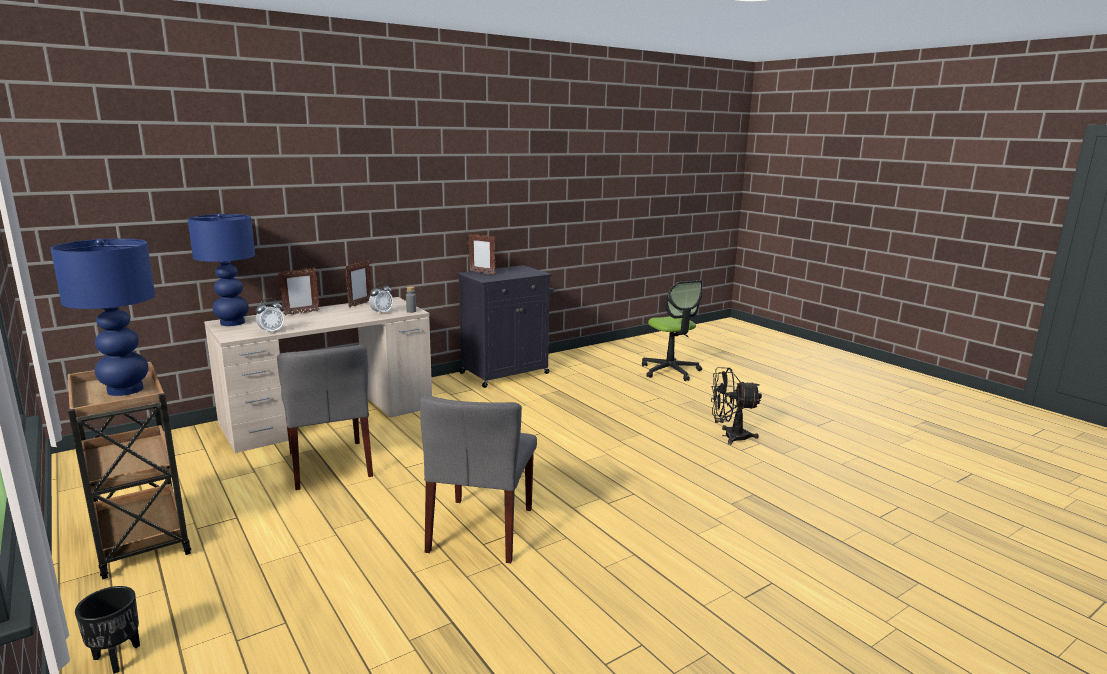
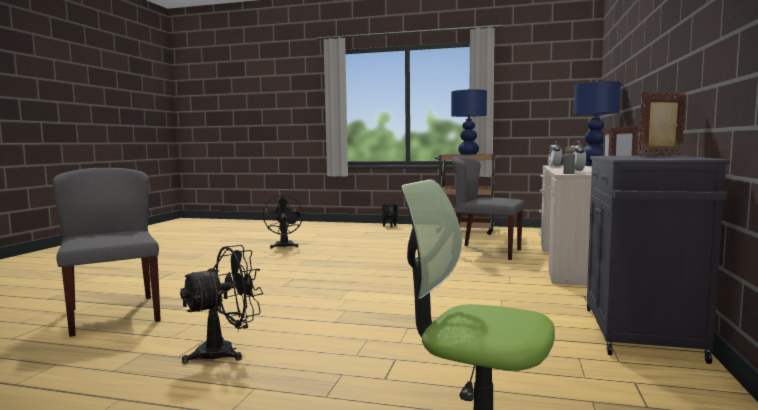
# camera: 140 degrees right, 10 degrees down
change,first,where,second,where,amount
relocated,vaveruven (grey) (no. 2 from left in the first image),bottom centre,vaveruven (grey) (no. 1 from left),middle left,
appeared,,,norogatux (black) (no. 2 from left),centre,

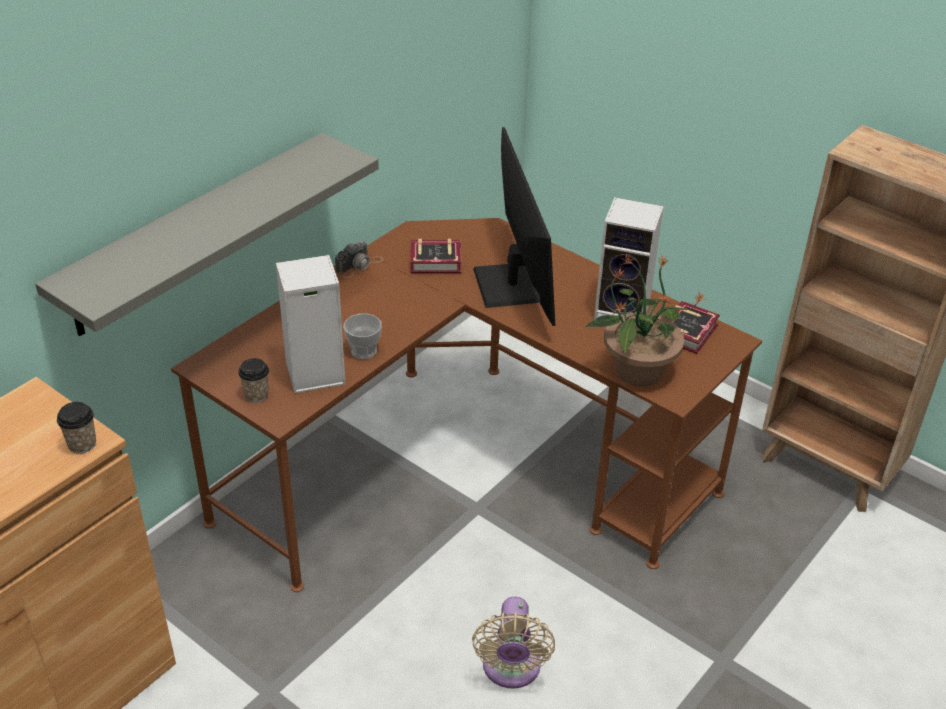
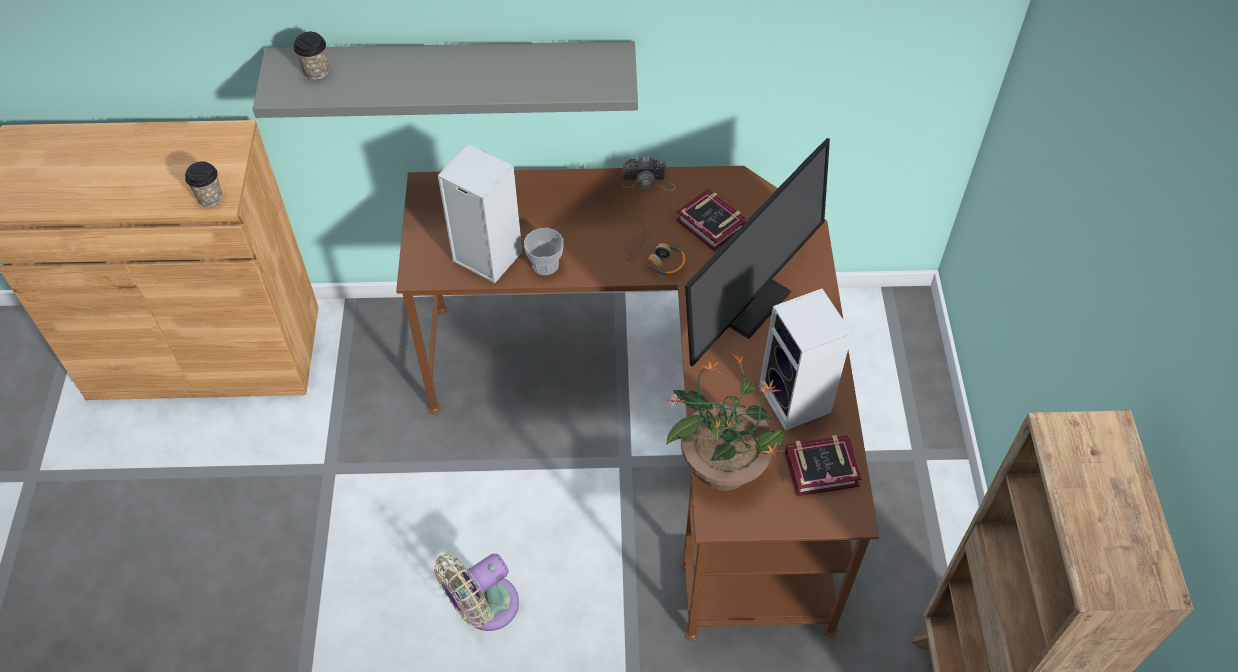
# camera: 50 degrees right, 15 degrees up
change,first,where,second,where,amount
relocated,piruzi (no. 2 from left),middle left,,top left,
appeared,,,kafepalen,centre,

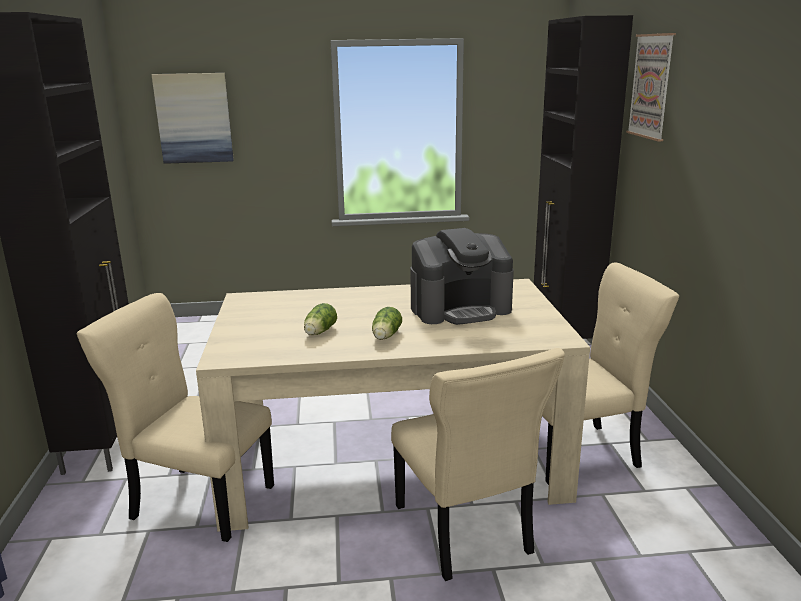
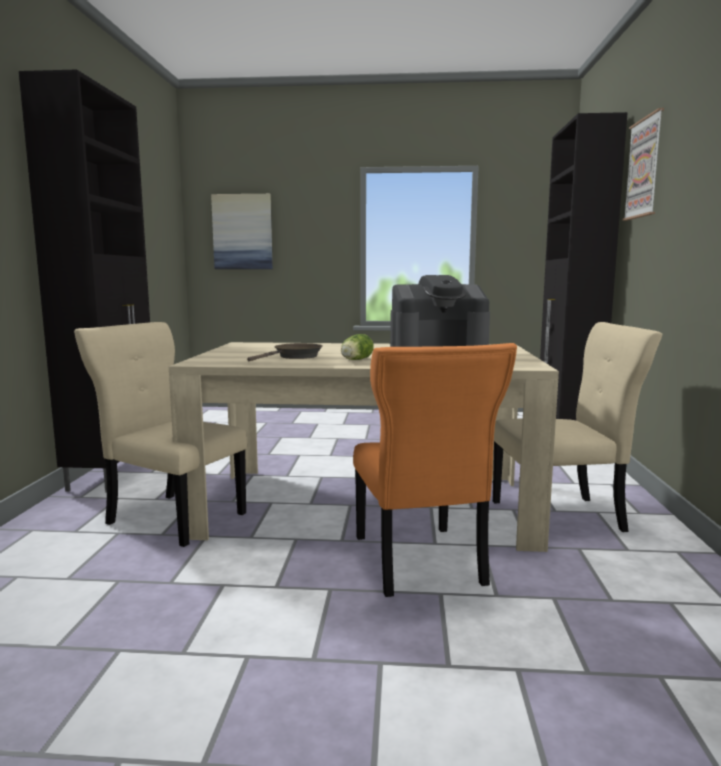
# camera: 10 degrees right, 10 degrees down
change,first,where,second,where,amount
exchanged,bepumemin (no. 1 from left),centre,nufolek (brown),centre,
colour,vaveruven (beige) (no. 2 from left),bottom centre,vaveruven (orange),centre,

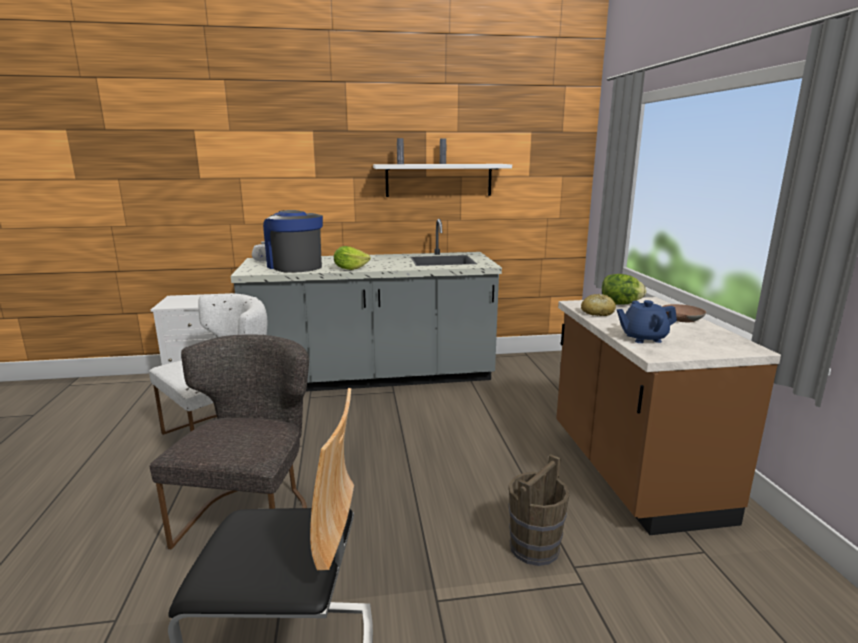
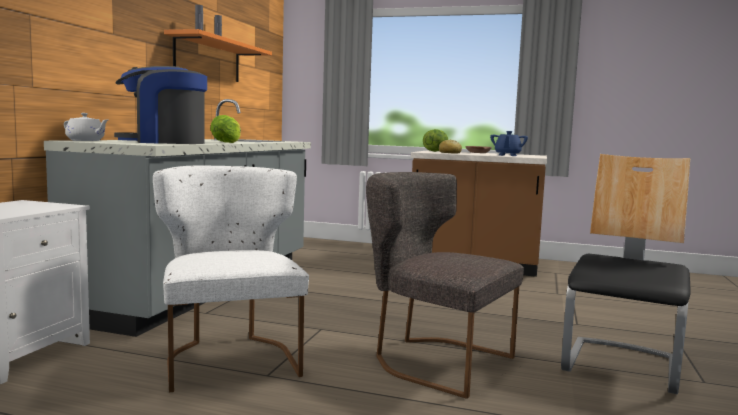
# camera: 65 degrees left, 10 degrees down
change,first,where,second,where,amount
colour,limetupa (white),top centre,limetupa (orange),top left,
missing,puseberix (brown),bottom centre,,,

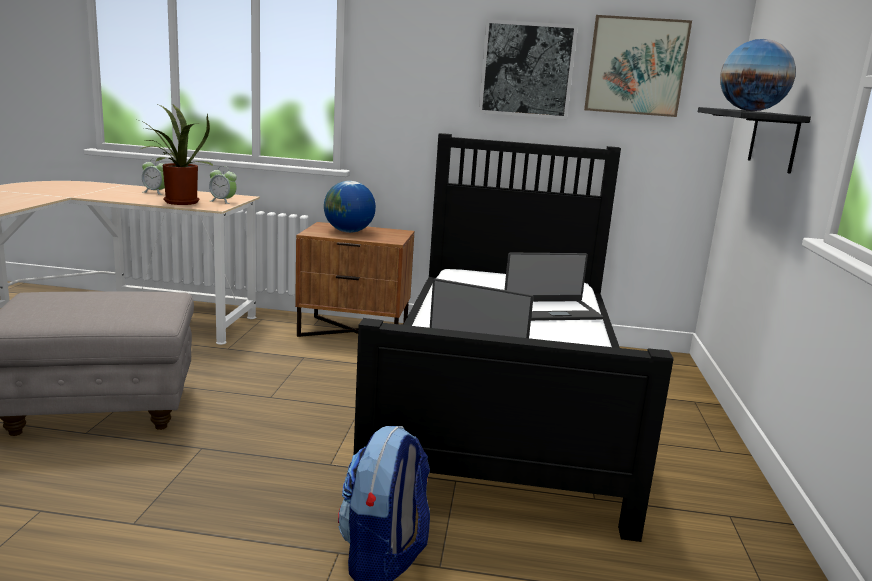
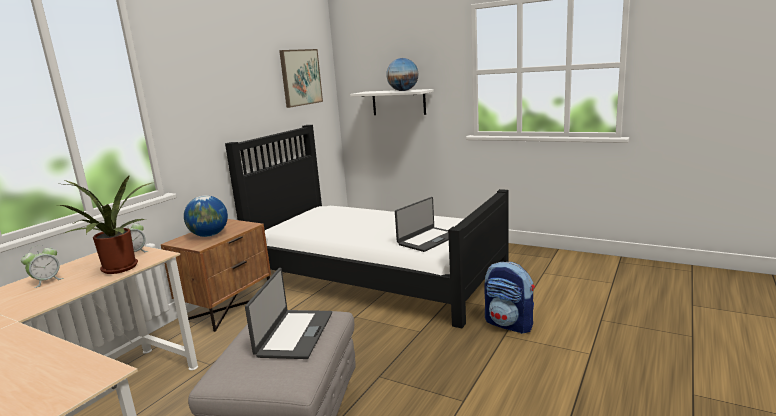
# camera: 65 degrees left, 0 degrees up
change,first,where,second,where,amount
missing,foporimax (no. 1 from left),top centre,,,
relocated,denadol (no. 2 from left in the first image),centre,denadol (no. 1 from left),bottom centre,
colour,limetupa (black),top right,limetupa (white),top centre,

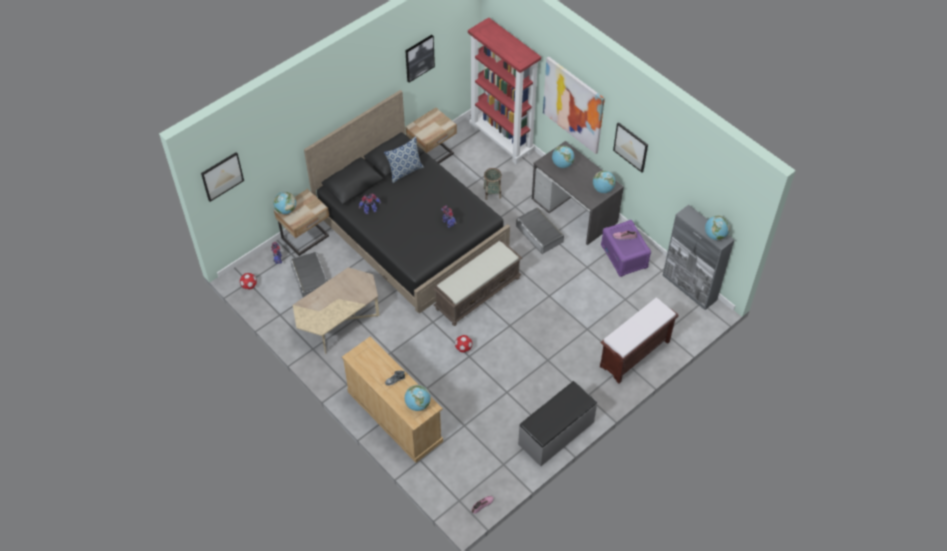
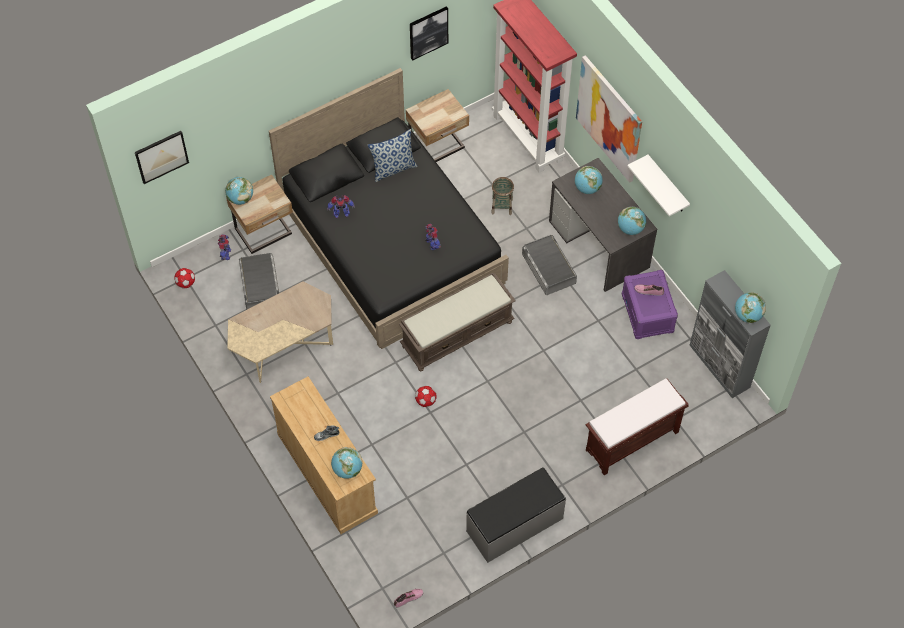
# camera: 10 degrees right, 5 degrees up
change,first,where,second,where,amount
exchanged,foporimax (no. 4 from left),top centre,limetupa (white),top right,

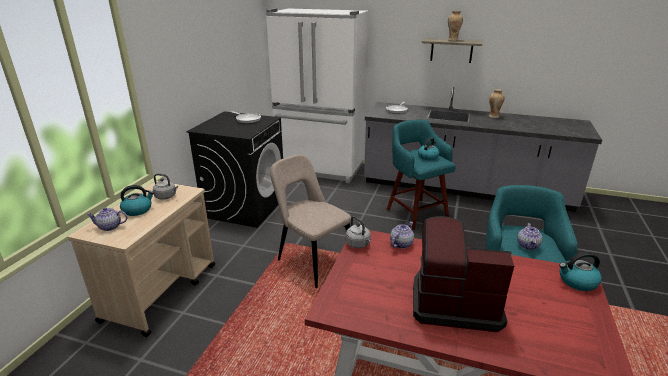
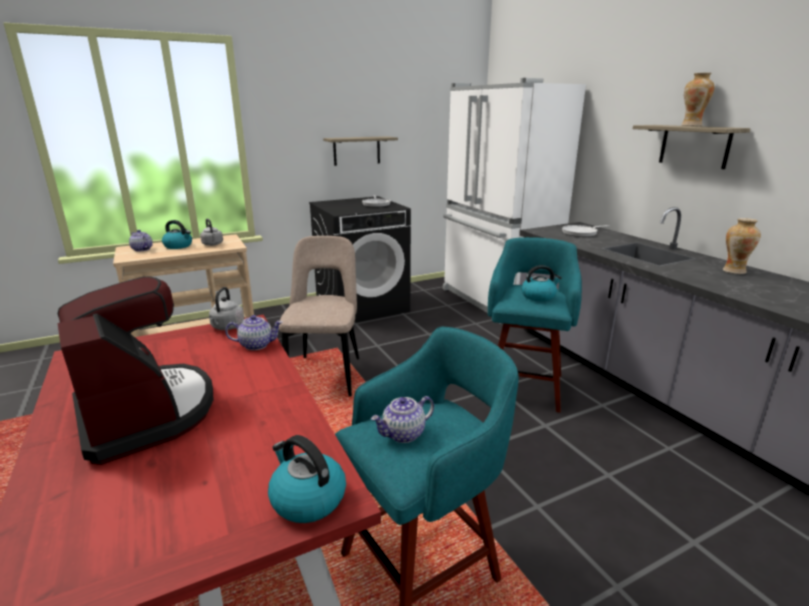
# camera: 45 degrees right, 5 degrees down
change,first,where,second,where,amount
appeared,,,limetupa (no. 1 from left),top centre,

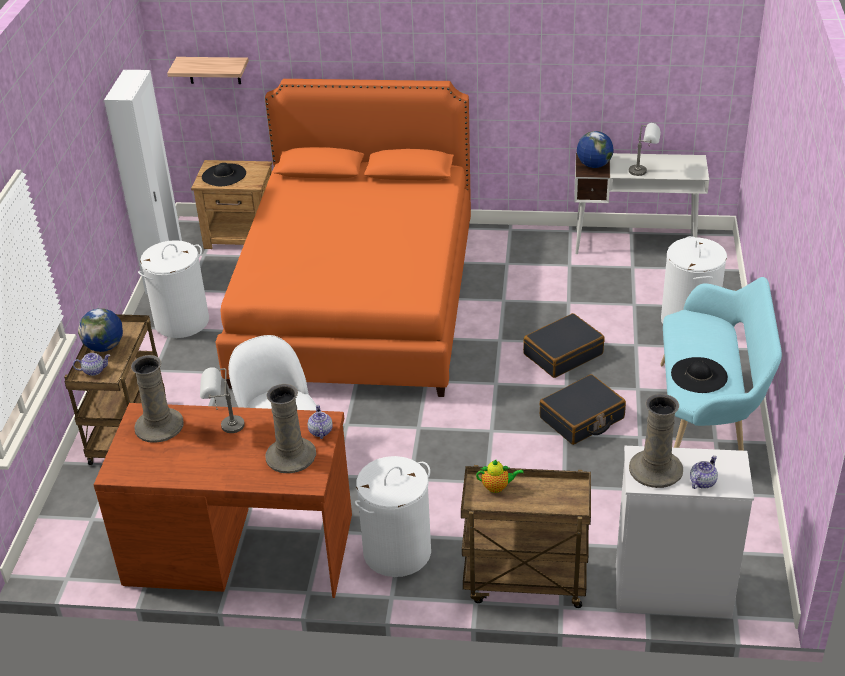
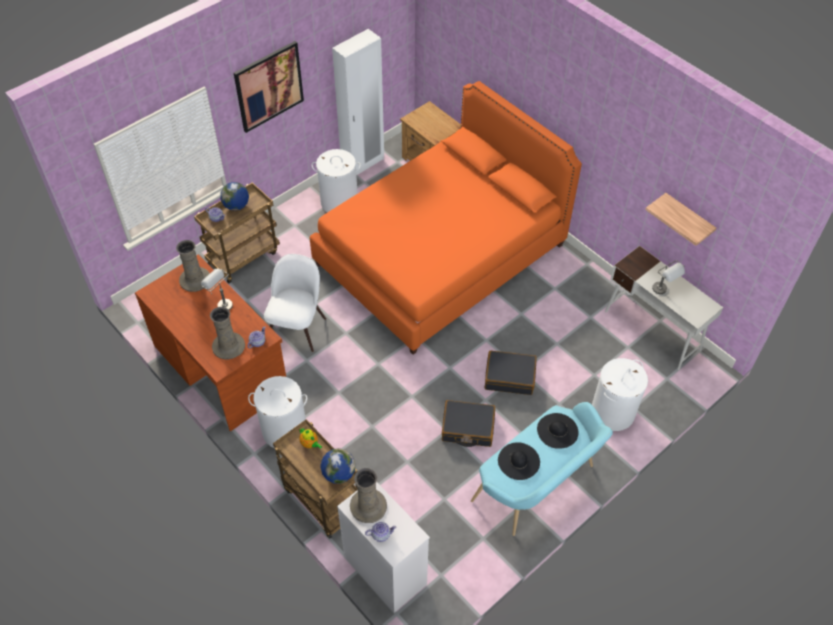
# camera: 40 degrees right, 15 degrees up
change,first,where,second,where,amount
relocated,limetupa,top left,,middle right,
relocated,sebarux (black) (no. 1 from left in the first image),top left,sebarux (black) (no. 2 from left),bottom right,
relocated,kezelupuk (no. 2 from left),top right,,bottom centre,
appeared,,,foporimax,top left,

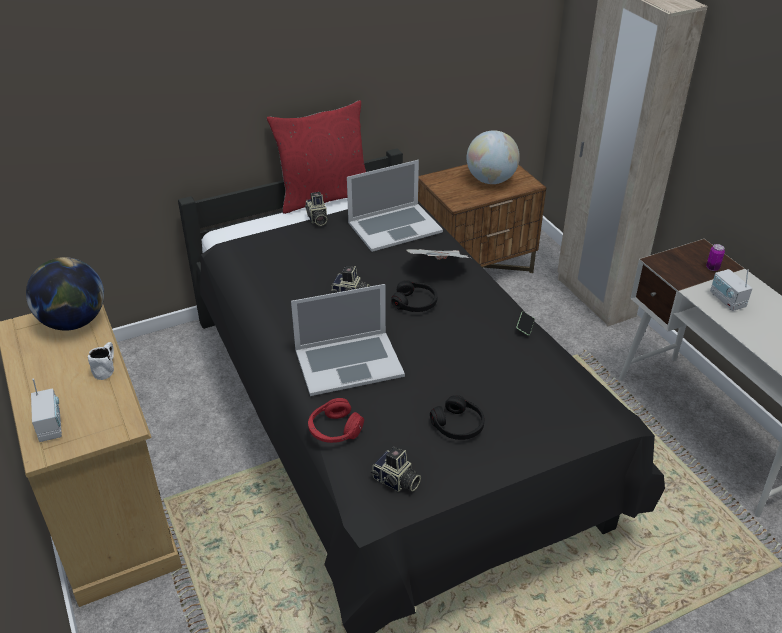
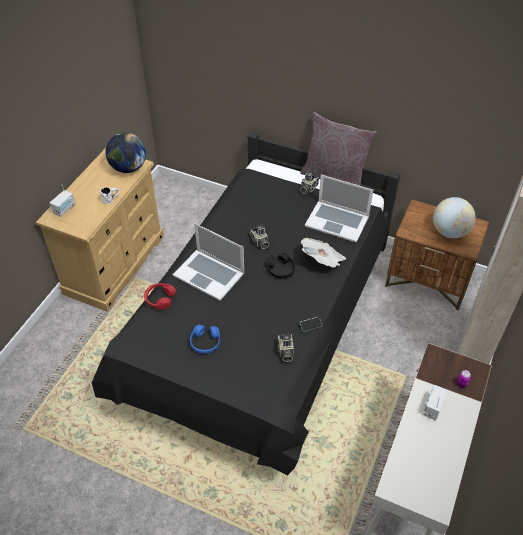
# camera: 50 degrees right, 10 degrees up
change,first,where,second,where,amount
colour,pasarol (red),top centre,pasarol (grey),top centre,
relocated,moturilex (no. 3 from left in the first image),bottom centre,moturilex (no. 2 from left),centre,
colour,kafepalen (black) (no. 2 from left),centre,kafepalen (blue),centre,

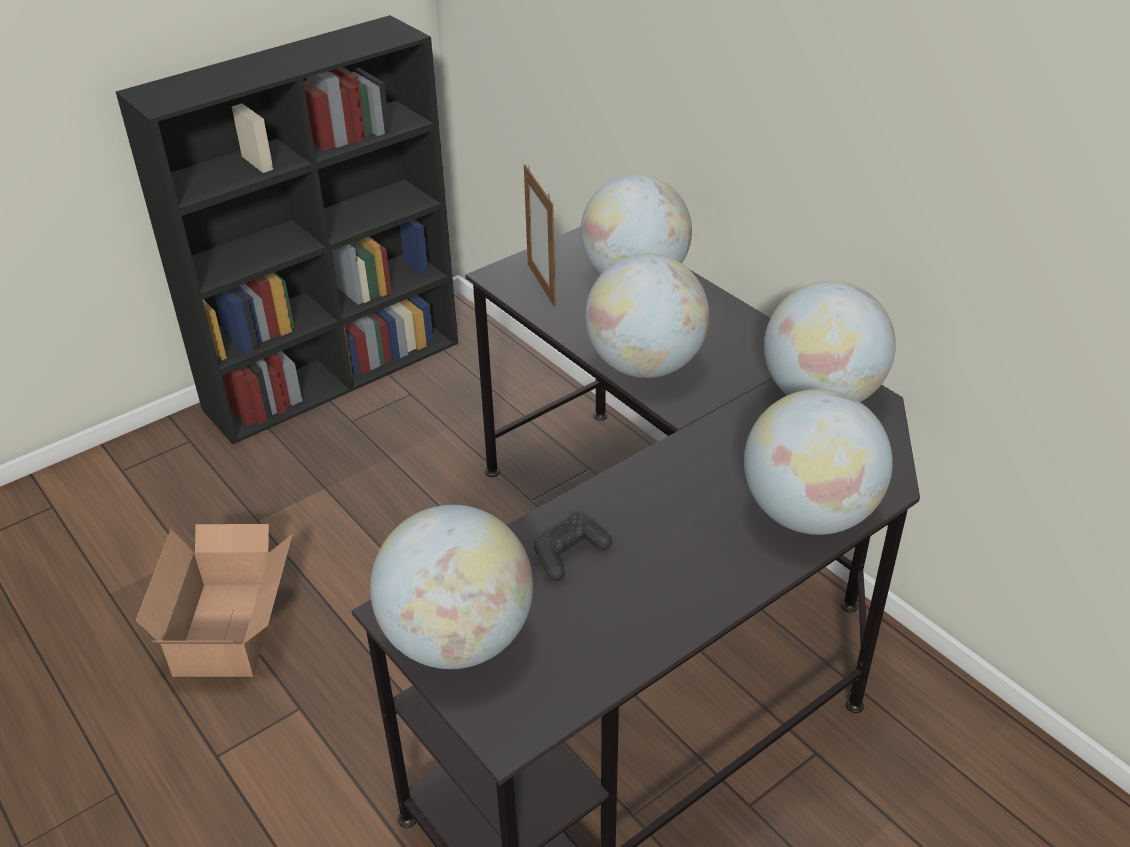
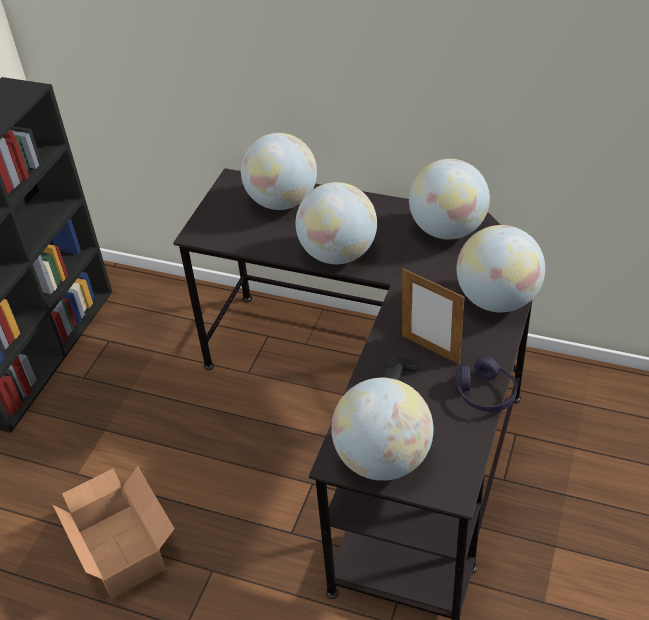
# camera: 30 degrees left, 5 degrees up
change,first,where,second,where,amount
relocated,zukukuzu,top centre,,middle right,
appeared,,,kafepalen (purple),middle right,

